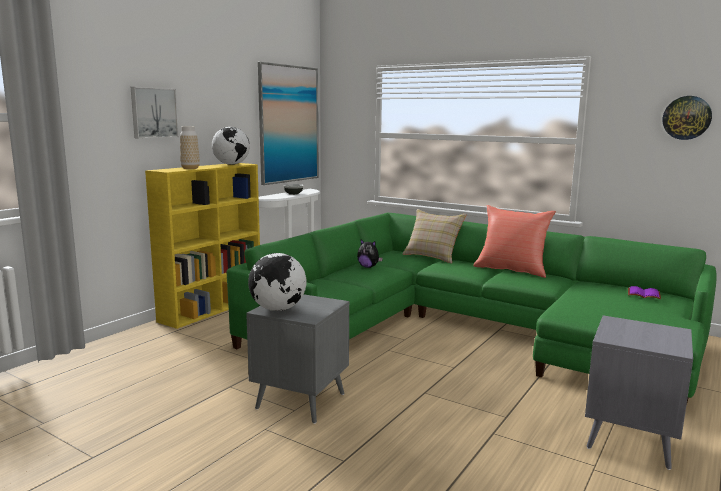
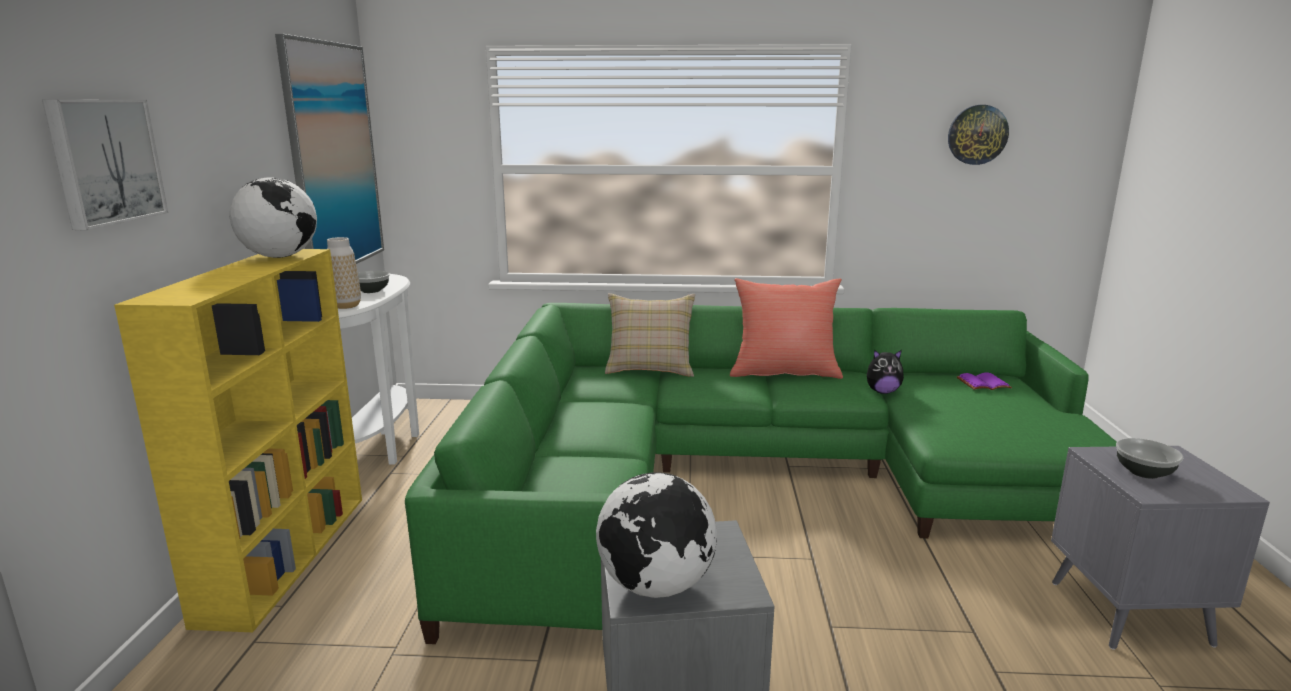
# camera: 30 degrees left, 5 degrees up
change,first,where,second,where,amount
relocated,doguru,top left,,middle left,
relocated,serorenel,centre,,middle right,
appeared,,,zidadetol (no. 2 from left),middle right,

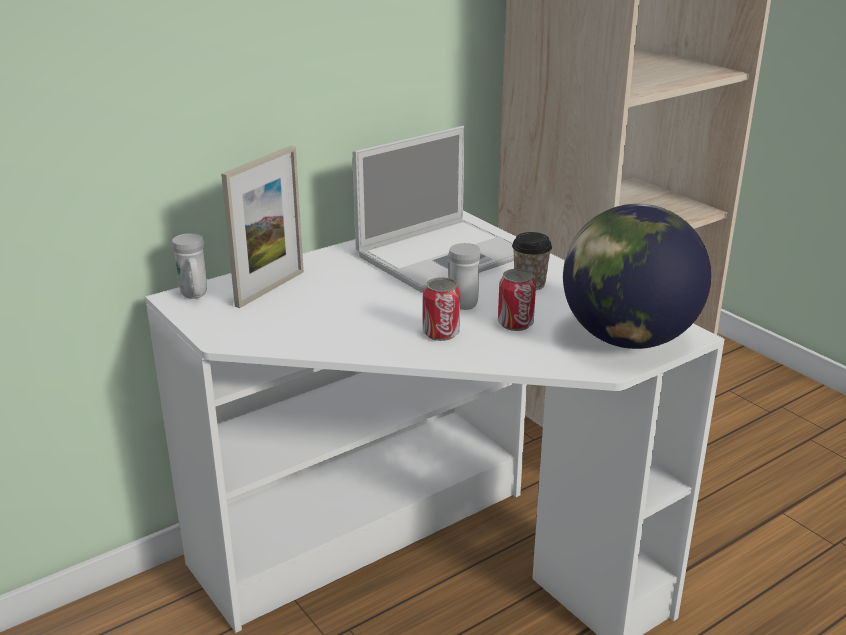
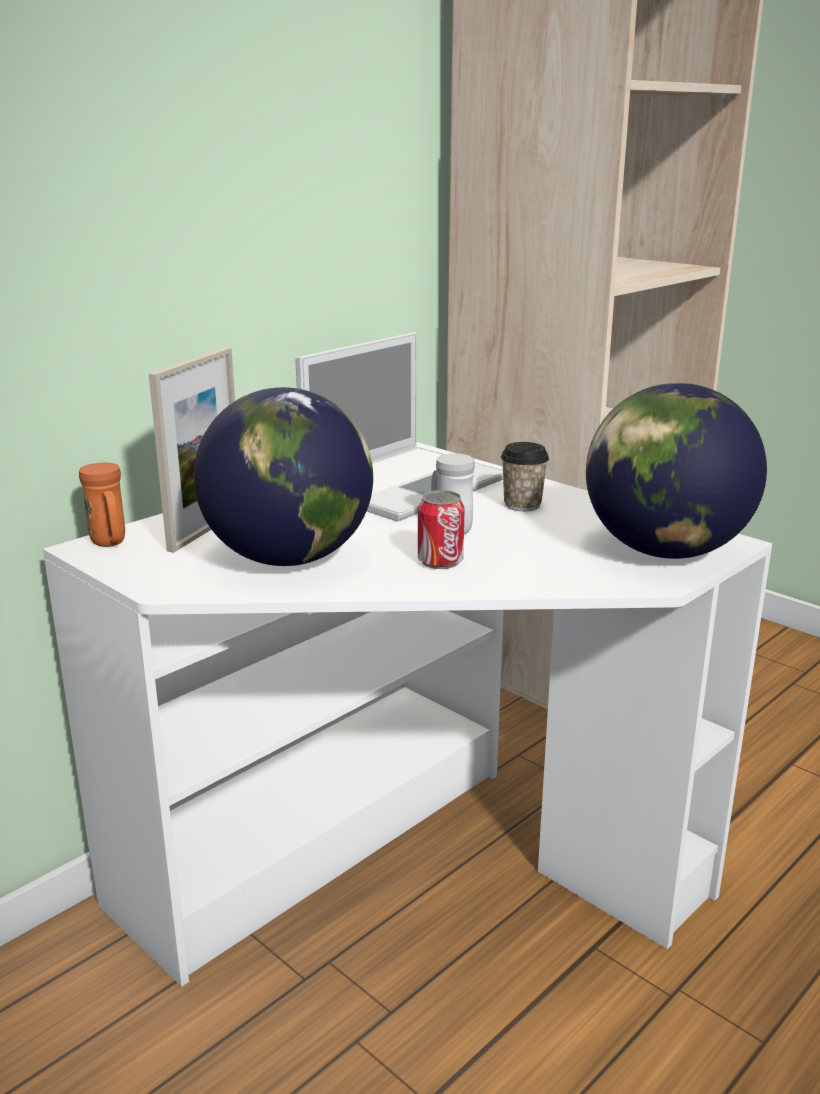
# camera: 10 degrees left, 5 degrees down
change,first,where,second,where,amount
colour,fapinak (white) (no. 1 from left),middle left,fapinak (orange),middle left,
missing,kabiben (no. 2 from left),centre,,,
appeared,,,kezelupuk (no. 1 from left),centre,

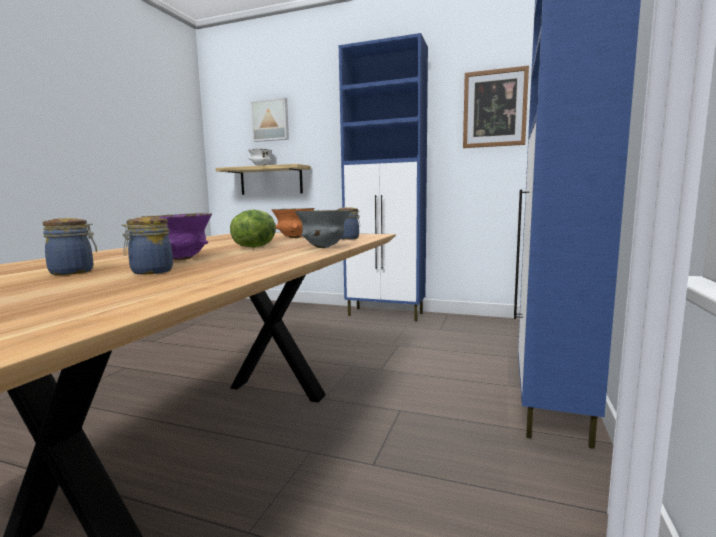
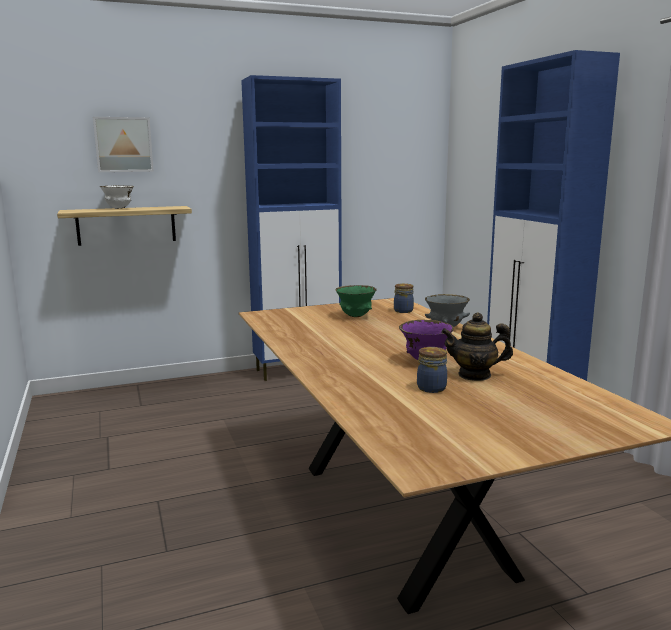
# camera: 40 degrees left, 5 degrees up
change,first,where,second,where,amount
exchanged,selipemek (no. 2 from left),middle left,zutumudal,middle right,
missing,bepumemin,centre,,,
colour,zidadetol (orange),centre,zidadetol (green),centre,
missing,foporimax (no. 2 from left),top right,,,

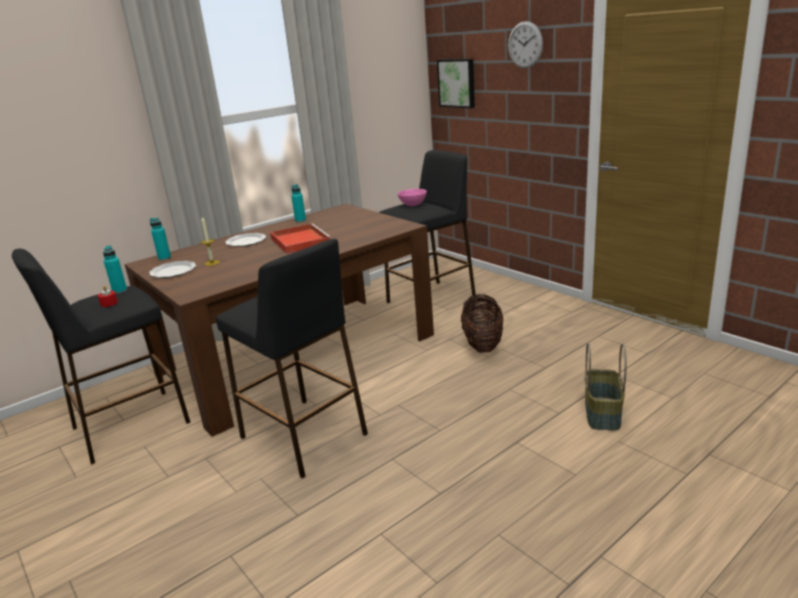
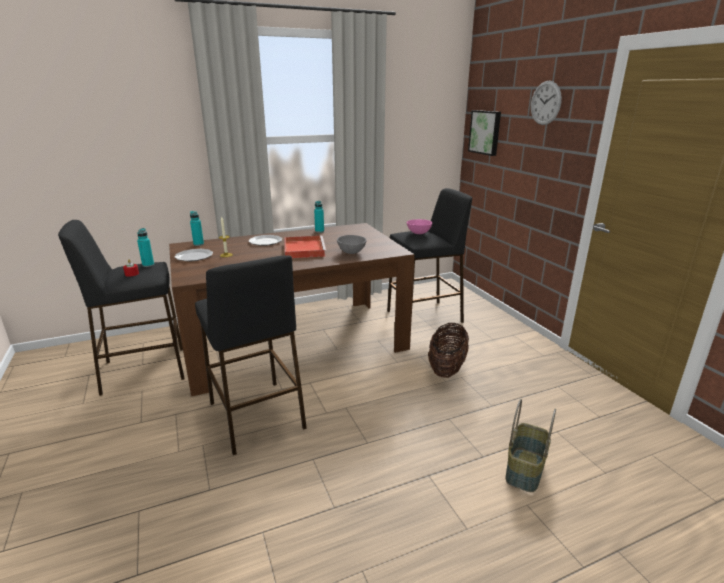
# camera: 15 degrees right, 0 degrees up
change,first,where,second,where,amount
appeared,,,zidadetol (grey),centre,

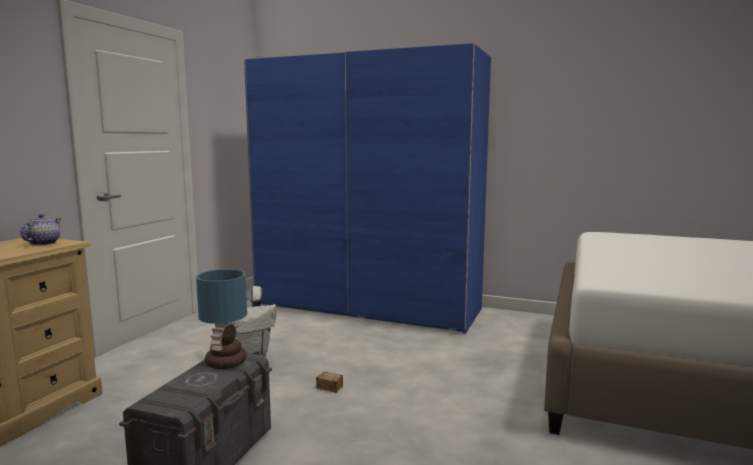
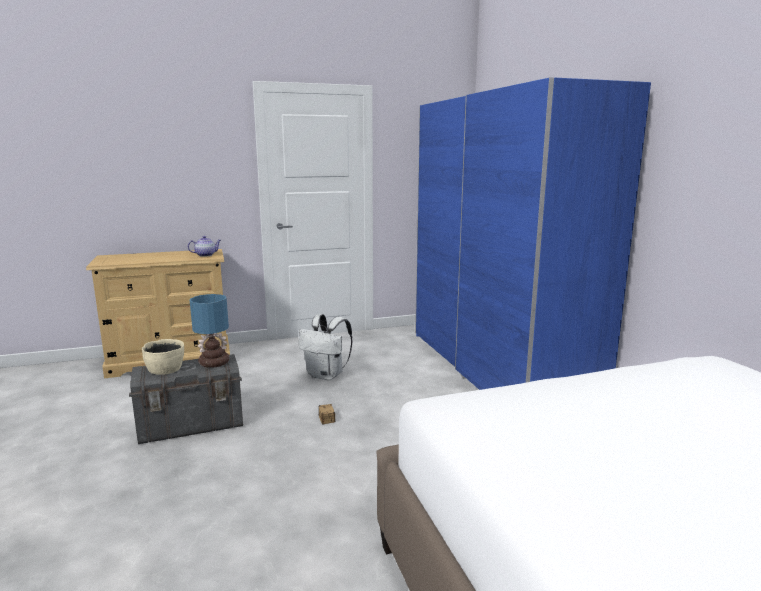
# camera: 50 degrees right, 5 degrees up
change,first,where,second,where,amount
appeared,,,zidadetol (beige),middle left,

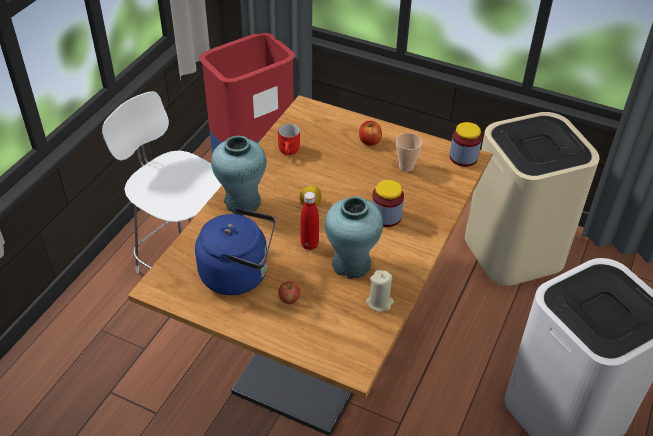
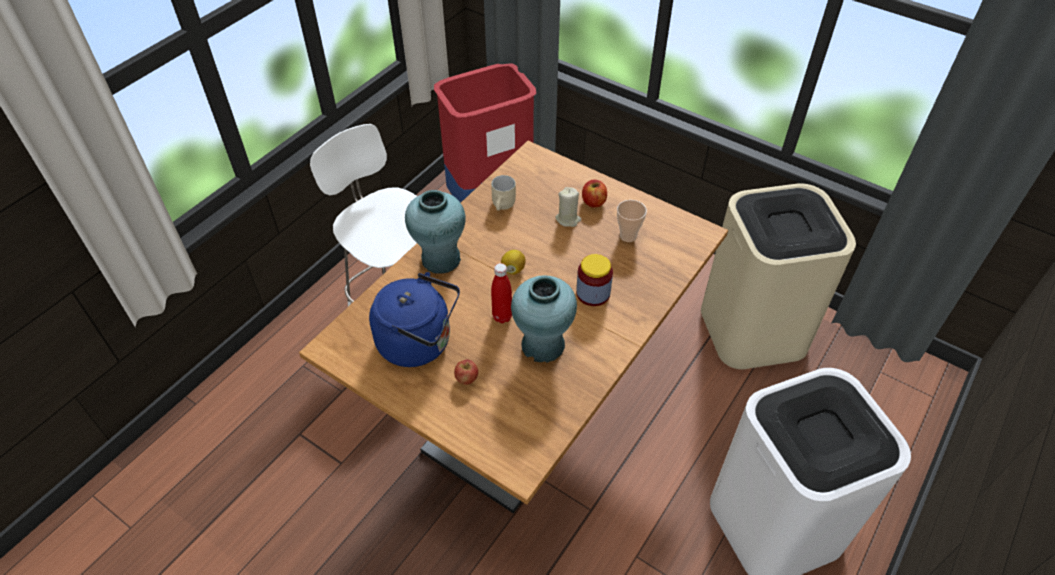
# camera: 10 degrees right, 5 degrees up
change,first,where,second,where,amount
colour,fapinak (red),top centre,fapinak (beige),centre,
relocated,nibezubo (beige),bottom centre,,centre,
missing,selipemek (no. 2 from left),top right,,,

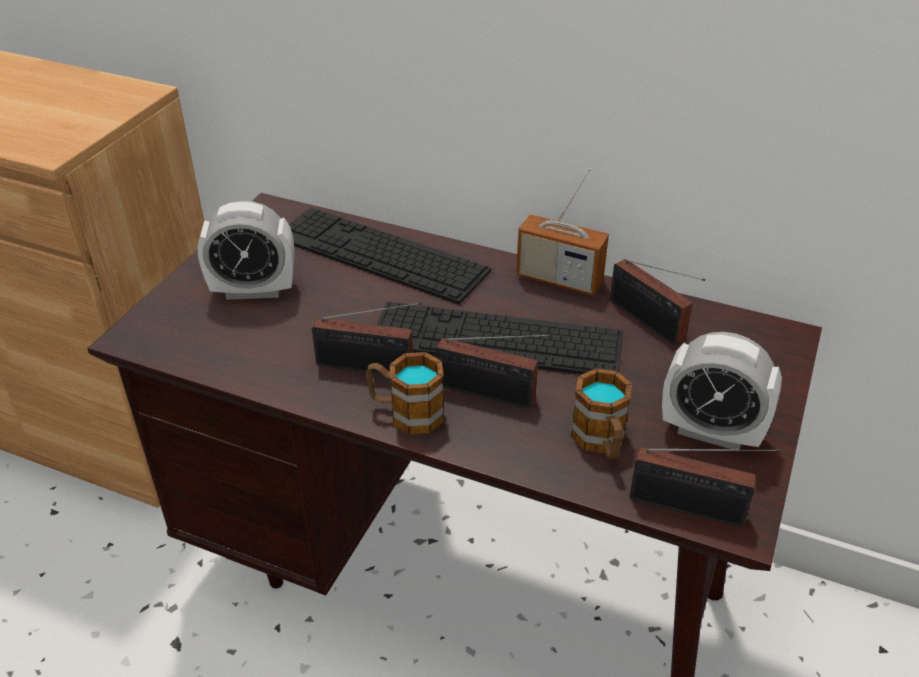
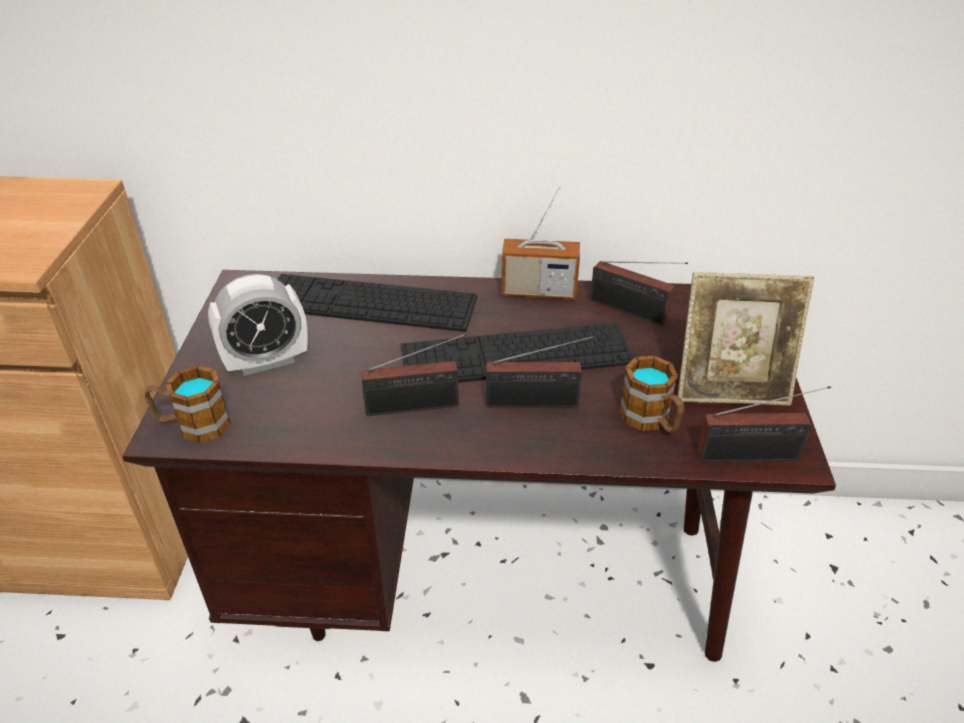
# camera: 20 degrees left, 0 degrees up
change,first,where,second,where,amount
relocated,fapinak (no. 1 from left),centre,,middle left,
exchanged,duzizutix (no. 2 from left),middle right,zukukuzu,middle right,

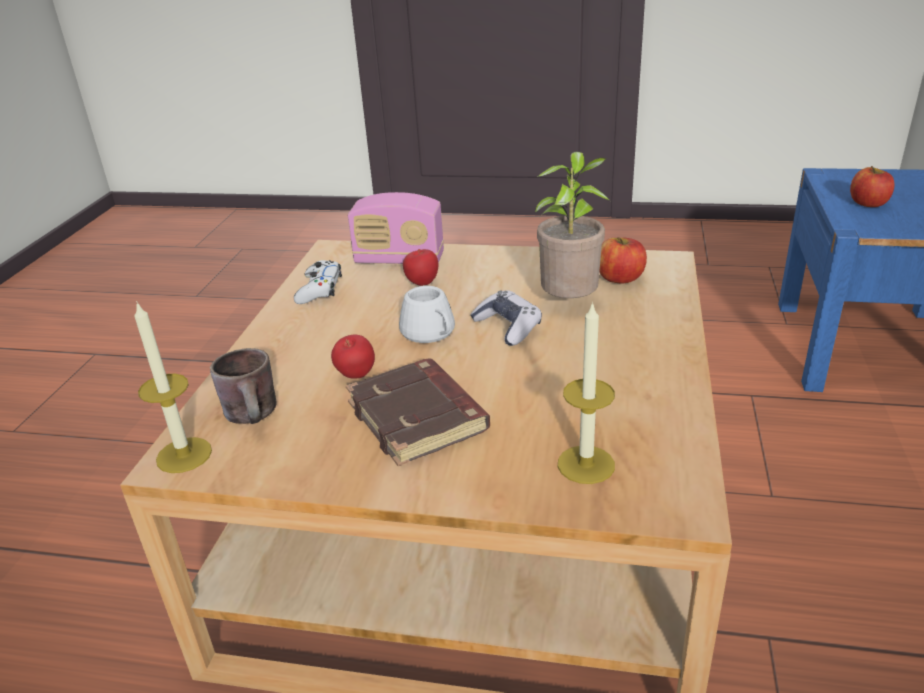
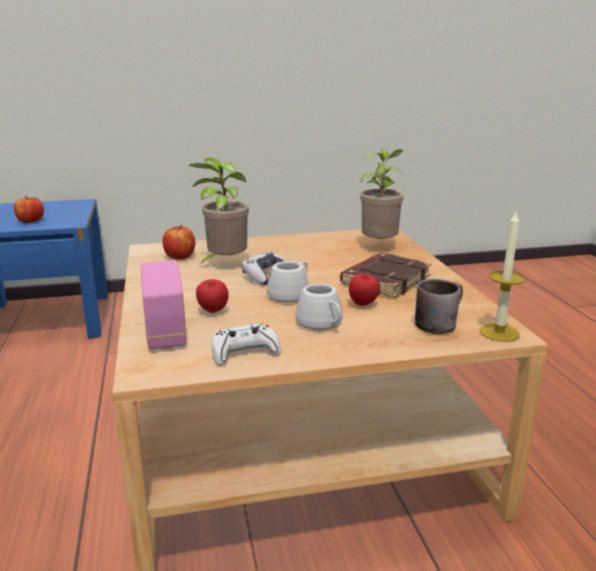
# camera: 115 degrees left, 10 degrees down
change,first,where,second,where,amount
exchanged,nibezubo (no. 2 from left),centre,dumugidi (no. 2 from left),centre,
appeared,,,fapinak (white) (no. 2 from left),centre,

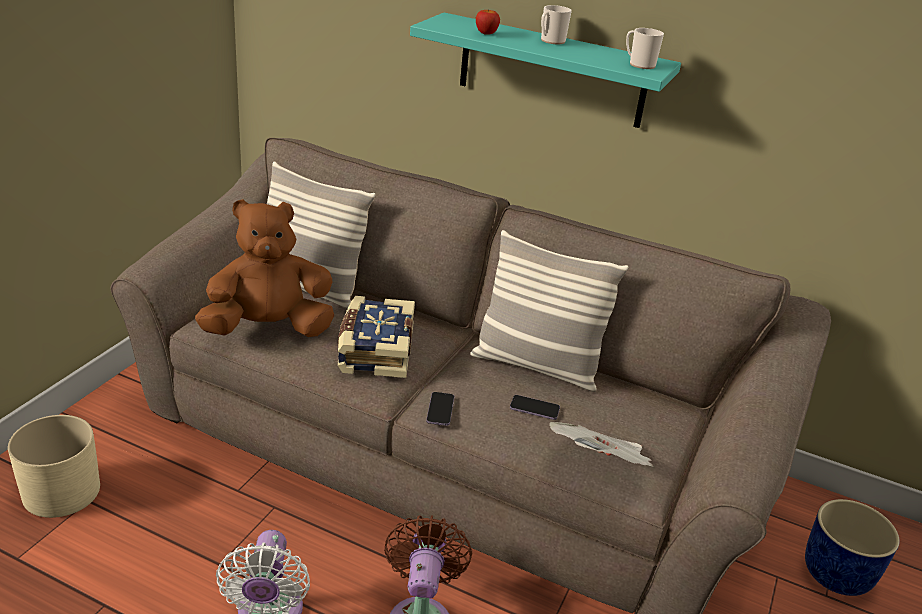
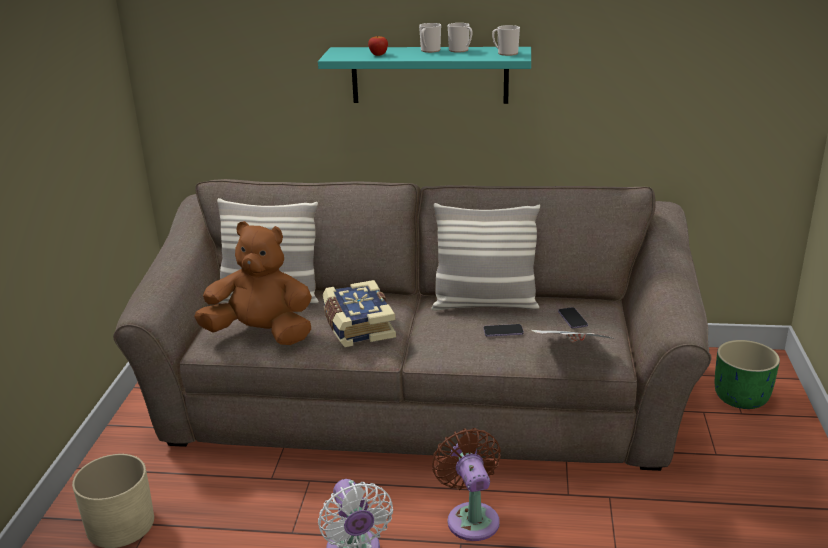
# camera: 15 degrees left, 5 degrees down
change,first,where,second,where,amount
spun,serorenel (brown),middle left,,middle left,45 degrees clockwise
relocated,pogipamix (no. 1 from left in the first image),centre,pogipamix (no. 2 from left),middle right,
colour,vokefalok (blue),bottom right,vokefalok (green),bottom right,
appeared,,,fapinak (no. 2 from left),top centre,

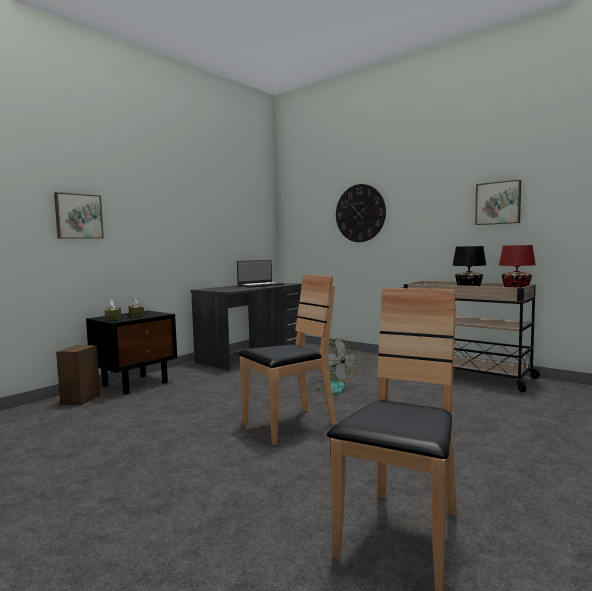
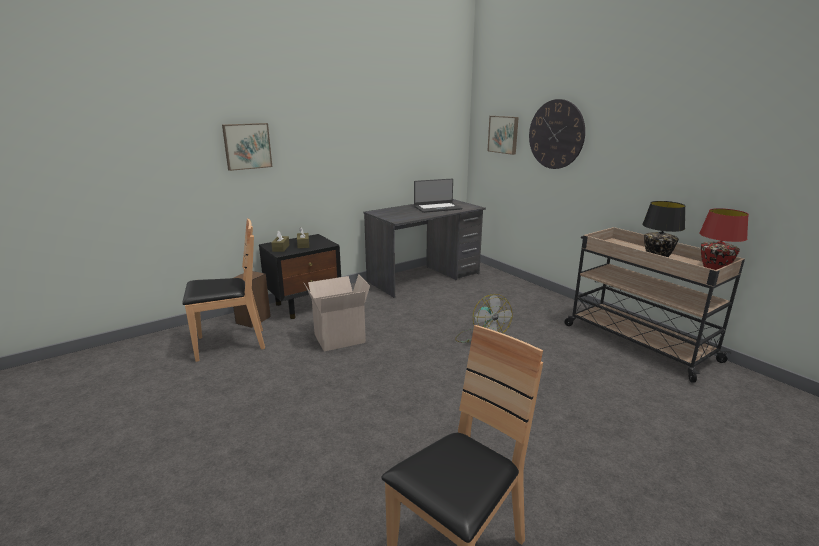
# camera: 15 degrees right, 15 degrees up
change,first,where,second,where,amount
relocated,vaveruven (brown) (no. 1 from left),centre,,middle left,
relocated,foporimax (no. 2 from left),middle right,,top centre,
appeared,,,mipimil,centre,

